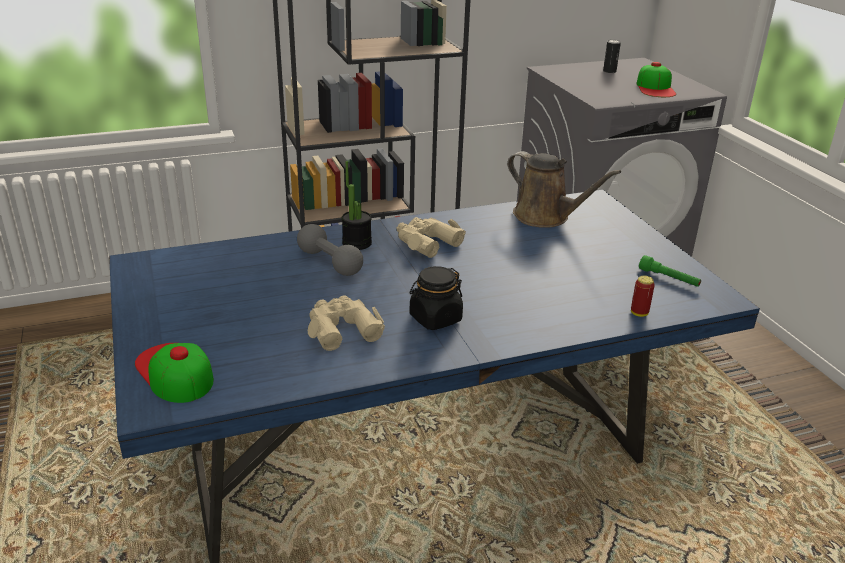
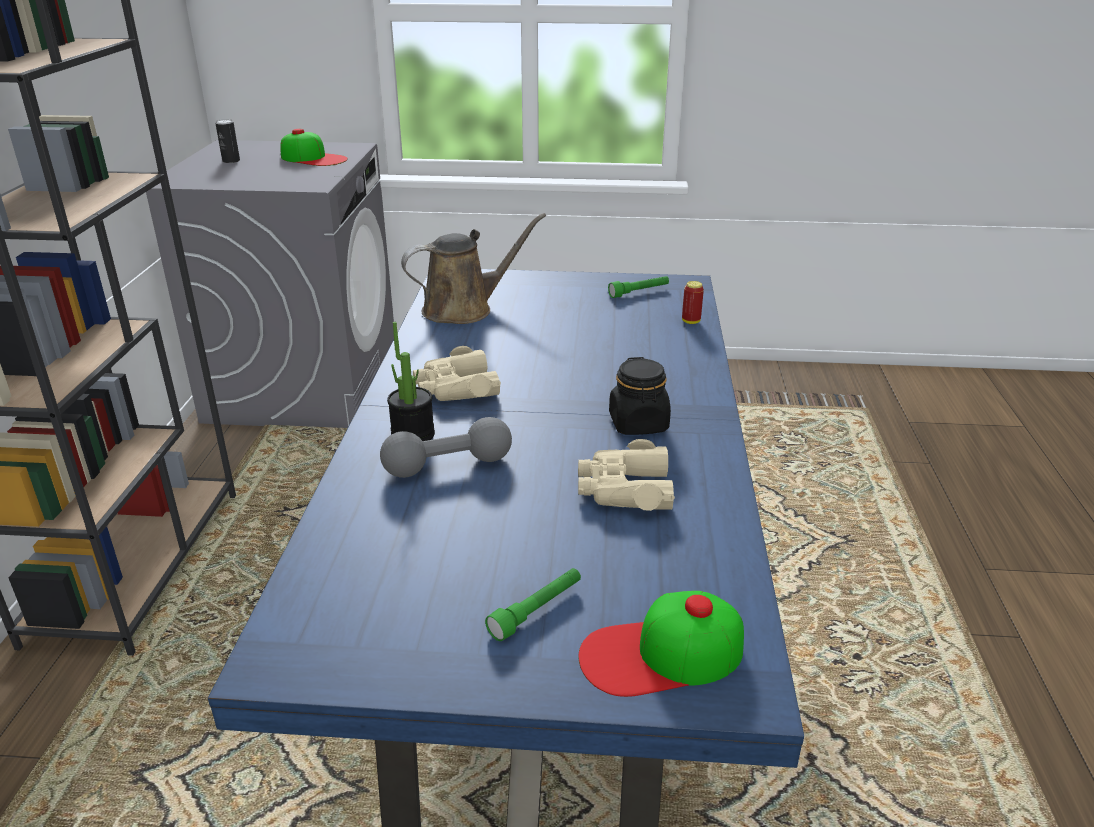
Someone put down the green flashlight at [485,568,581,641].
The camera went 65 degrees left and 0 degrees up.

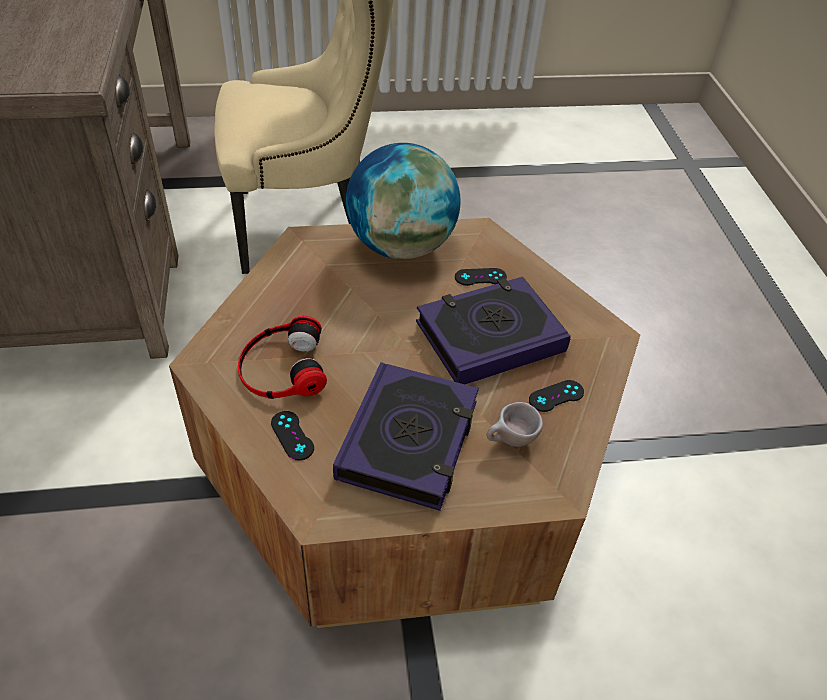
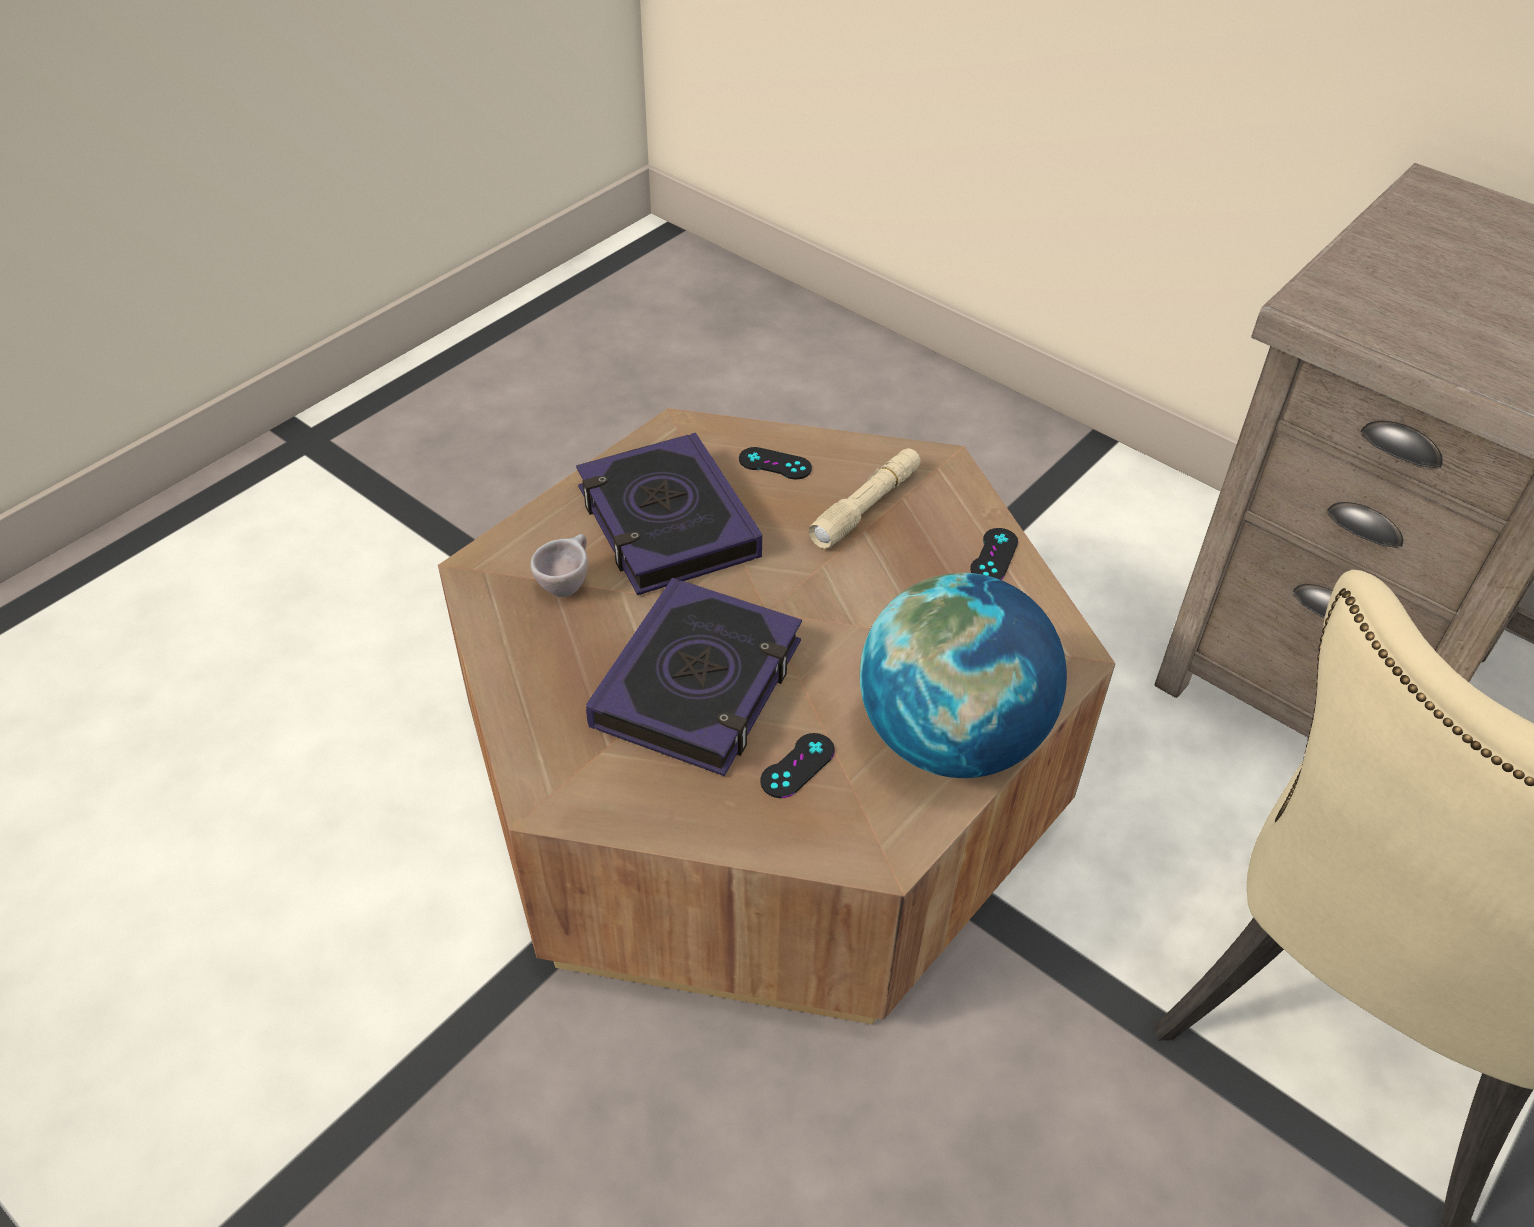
Someone swapped the headphones at [238,316,327,399] for the beige flashlight at [809,448,921,549].
Someone carried the black game controller from [529,380,584,412] to [970,528,1018,580].
The camera went 140 degrees right and 0 degrees up.

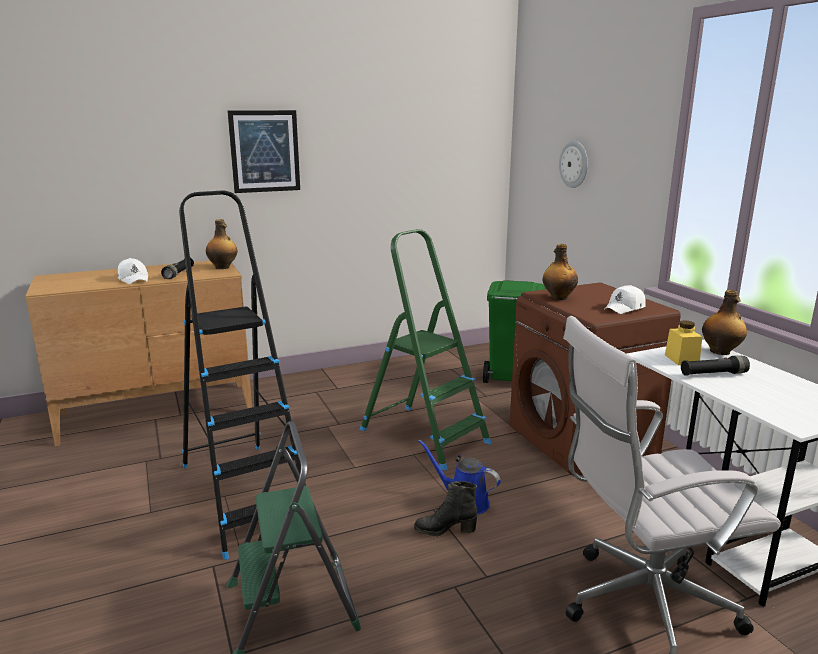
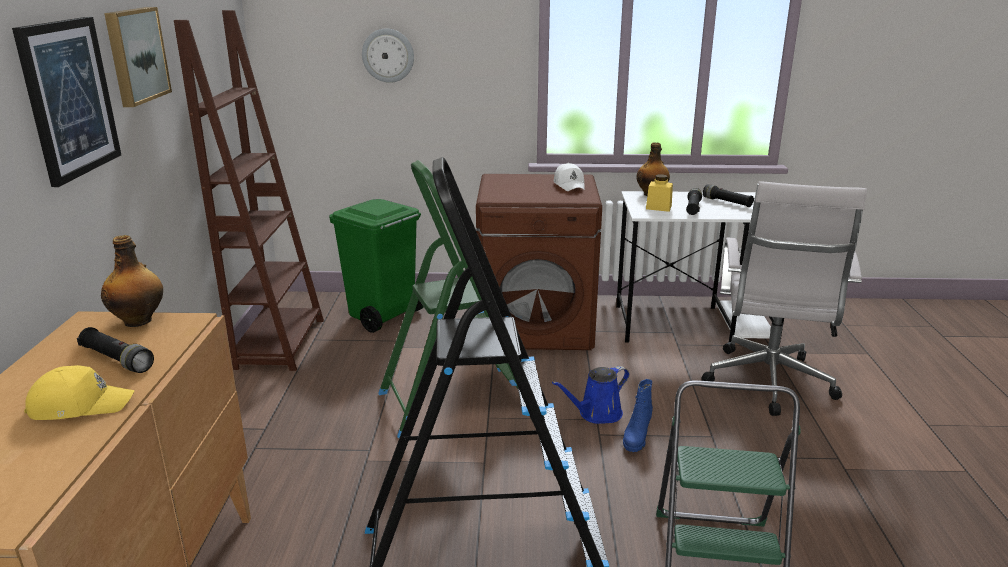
Someone took away the bottle at [543,244,578,300].
Someone repainted the white cap at [118,258,149,284], which became the yellow cap at [24,365,135,420].
Someone repainted the black boot at [414,481,478,536], which became the blue boot at [623,379,653,452].
Someone put up the picture at [104,7,172,107].
Someone put down the brown bookcase at [174,10,324,371].
Someone put down the black flashlight at [703,184,754,207].
The camera went 65 degrees left and 5 degrees up.

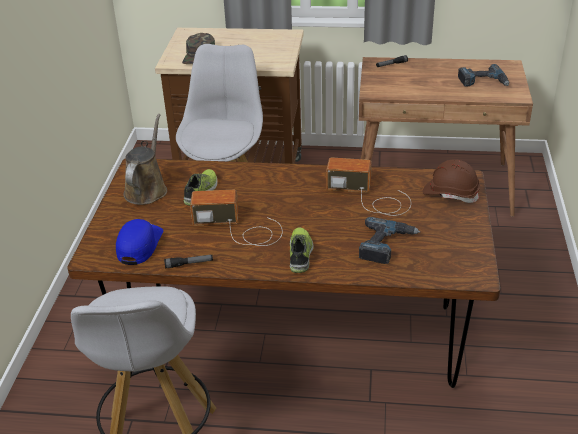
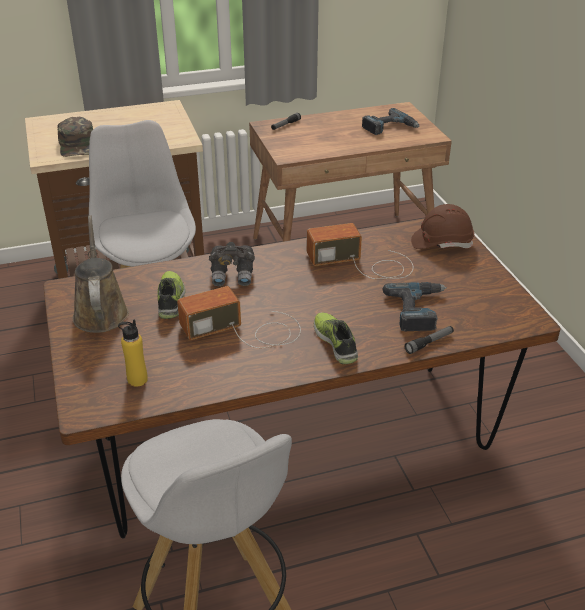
Someone swapped the blue cap at [116,219,163,265] for the yellow bottle at [118,319,148,387].
Someone carried the flashlight from [164,255,213,269] to [404,326,454,354].
Someone put down the grey binoculars at [209,242,255,286].
The camera went 25 degrees left and 0 degrees up.

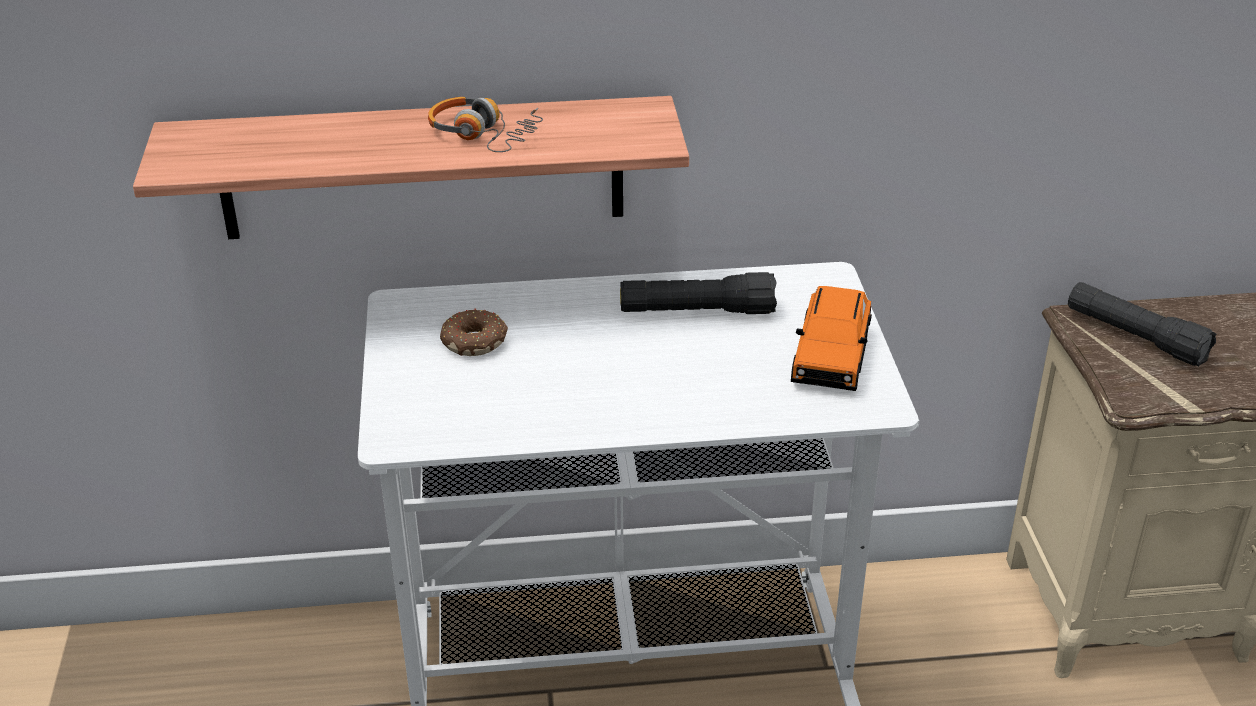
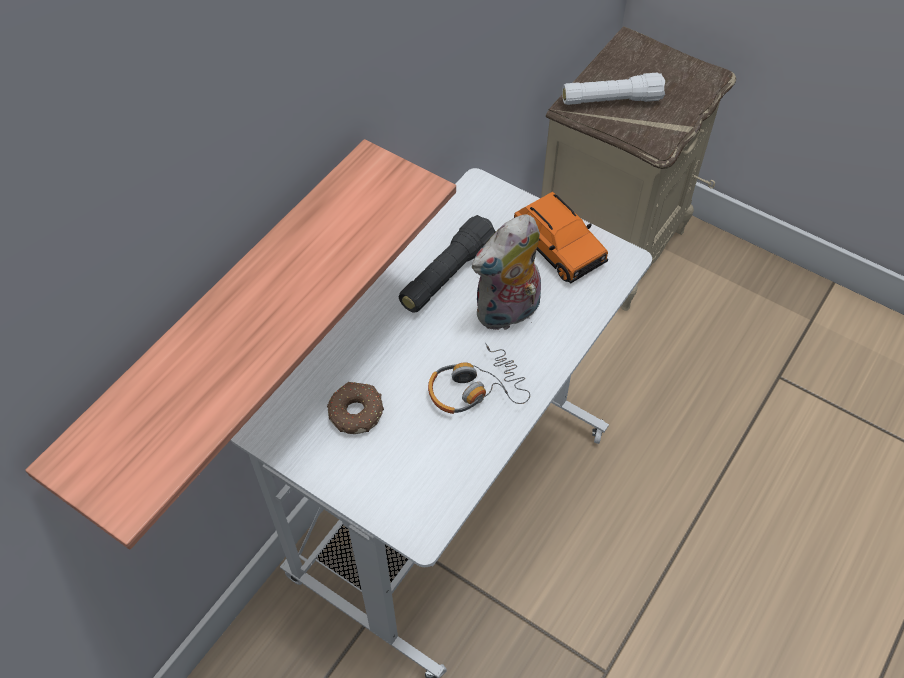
Someone carried the headphones from [428,97,543,152] to [428,343,530,414].
Someone repainted the black flashlight at [1068,282,1216,366], which became the white flashlight at [562,73,665,105].
Someone put down the plush toy at [472,214,541,332].
The camera went 50 degrees left and 20 degrees up.

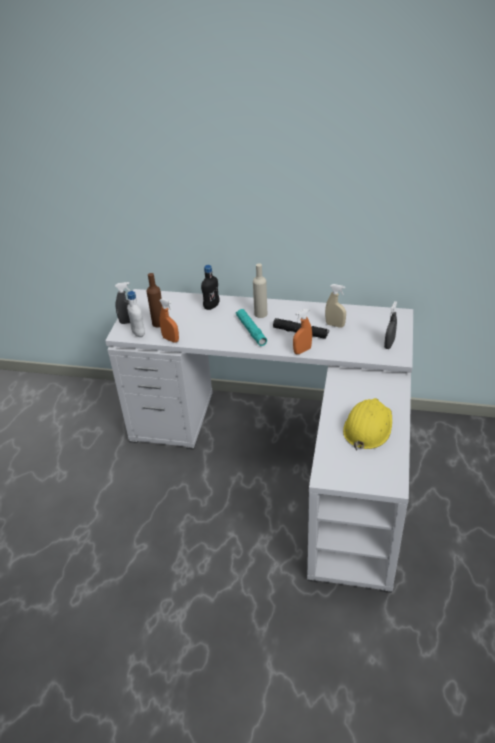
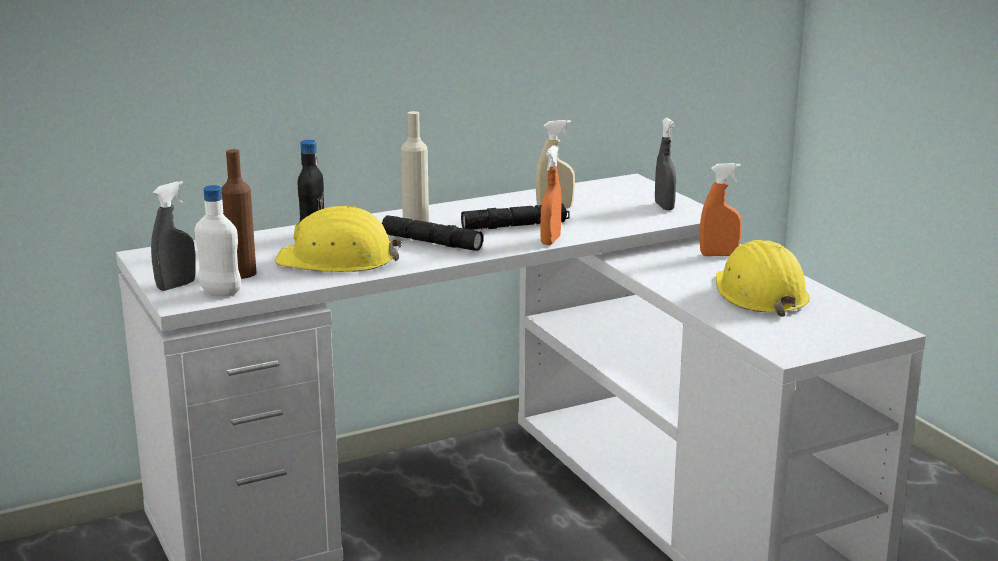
Someone carried the orange spray bottle from [159,298,179,343] to [700,163,742,256].
Someone repainted the turquoise flashlight at [236,309,267,346], which became the black flashlight at [382,215,483,251].
Someone put down the yellow hard hat at [275,206,402,272].
The camera went 40 degrees left and 20 degrees down.

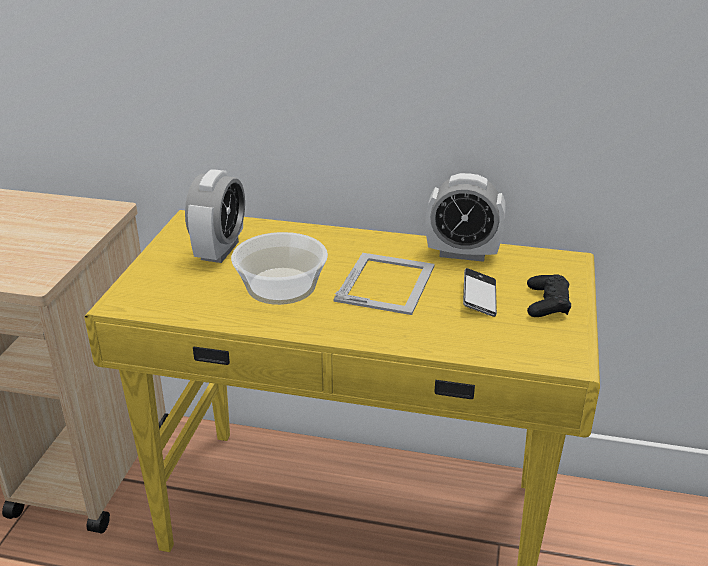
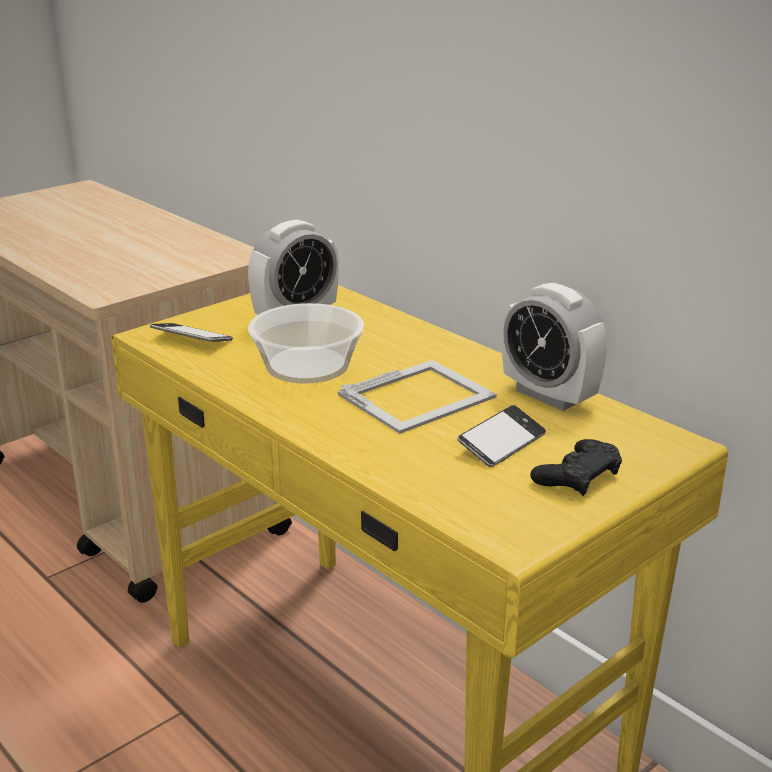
Someone put down the phone at [150,323,233,342].
The camera went 35 degrees right and 5 degrees down.

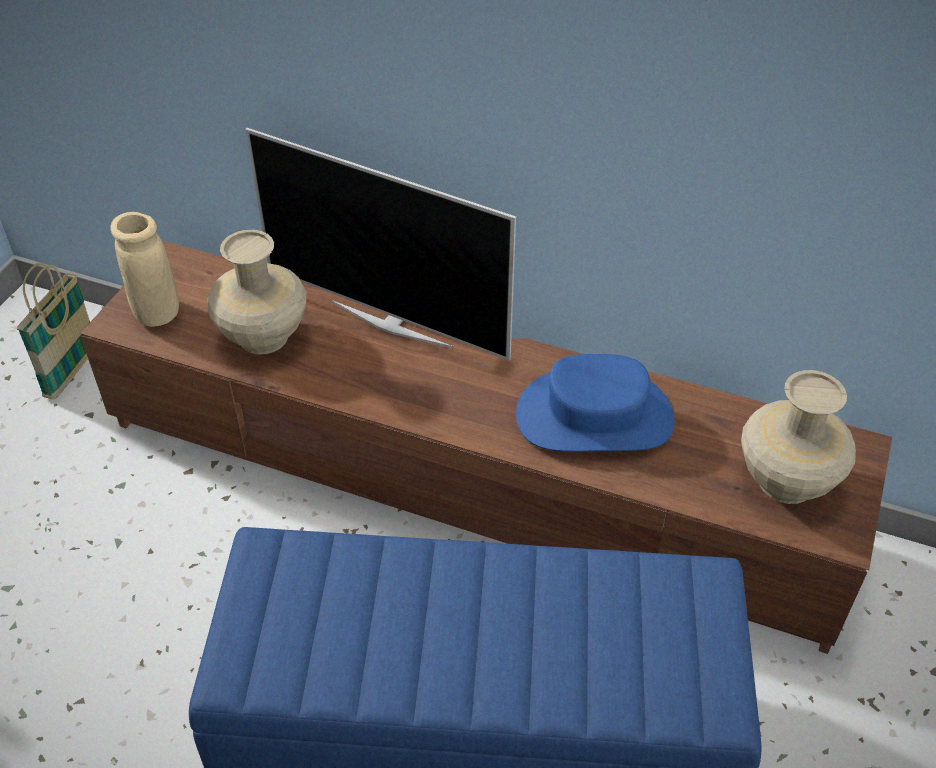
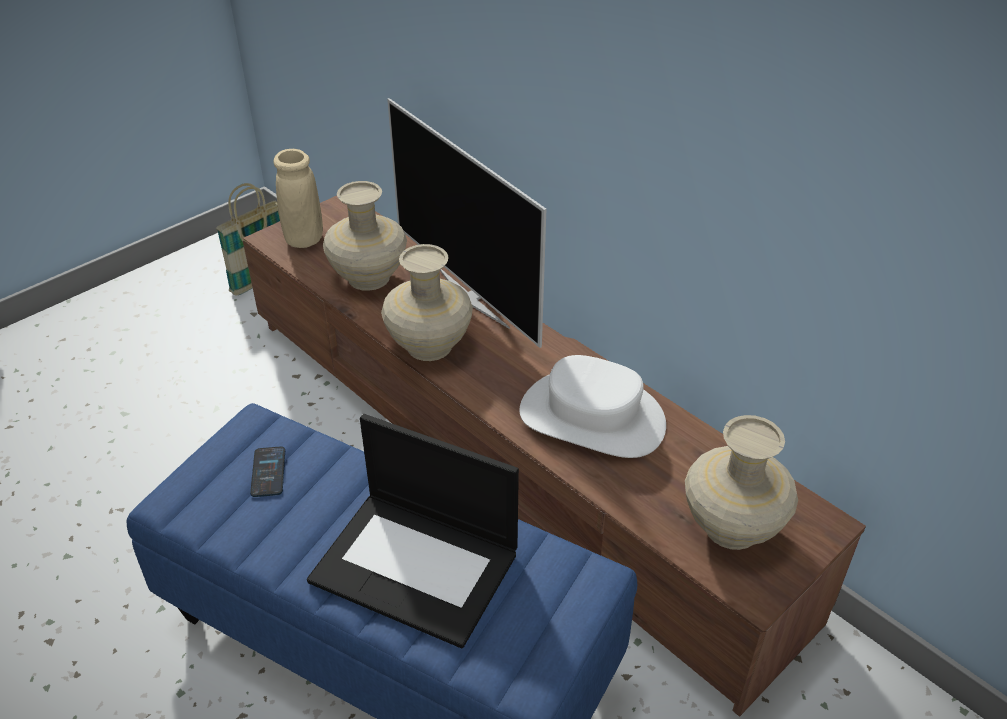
Someone repainted the blue hat at [516,354,675,452], which became the white hat at [520,355,666,458].
Someone put down the beige vase at [381,244,473,361].
Someone put down the laptop at [307,414,519,649].
Someone put down the phone at [250,446,285,497].
The camera went 25 degrees right and 5 degrees down.

